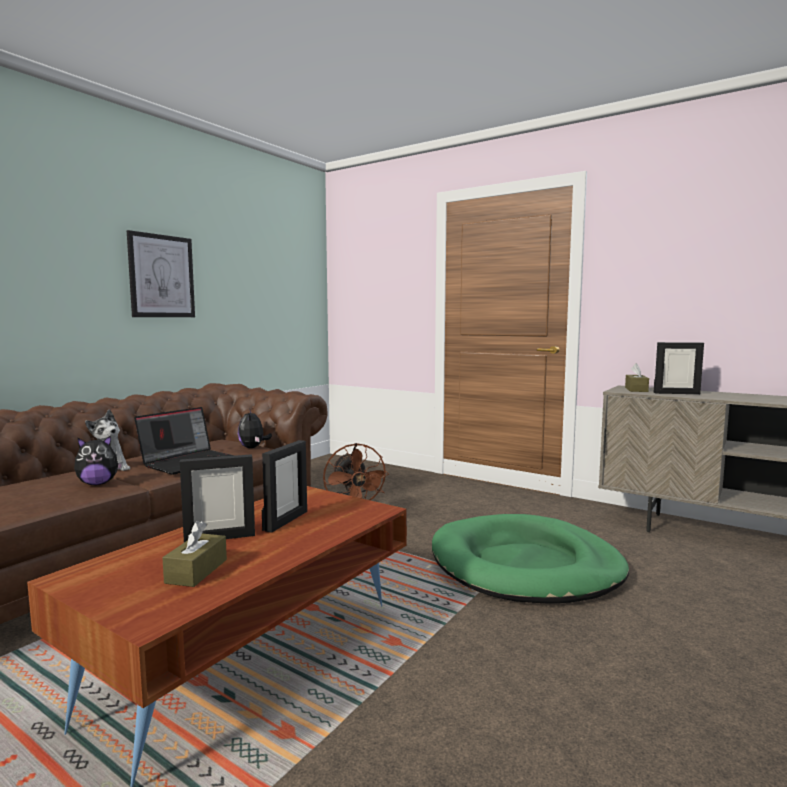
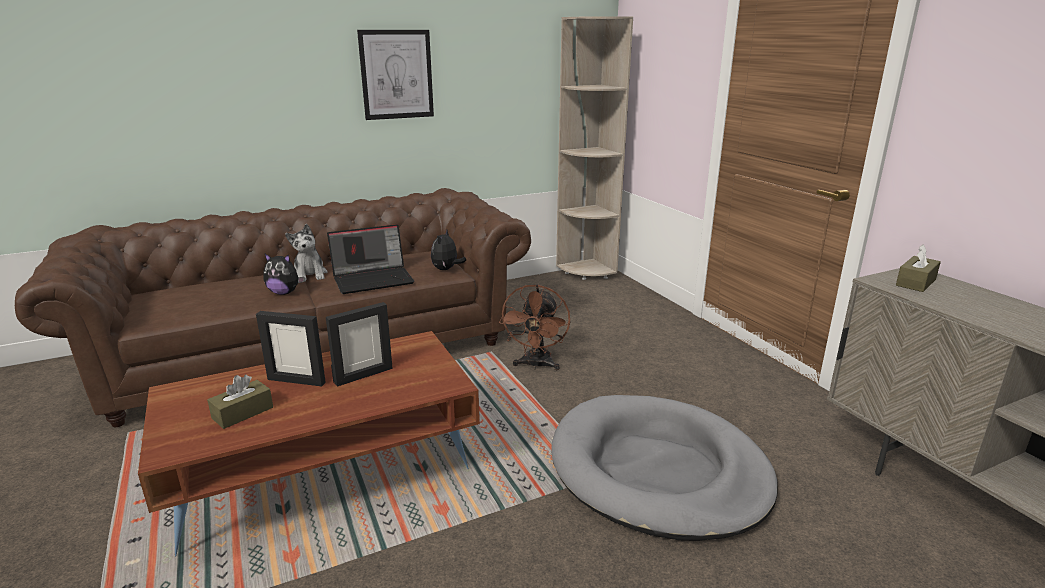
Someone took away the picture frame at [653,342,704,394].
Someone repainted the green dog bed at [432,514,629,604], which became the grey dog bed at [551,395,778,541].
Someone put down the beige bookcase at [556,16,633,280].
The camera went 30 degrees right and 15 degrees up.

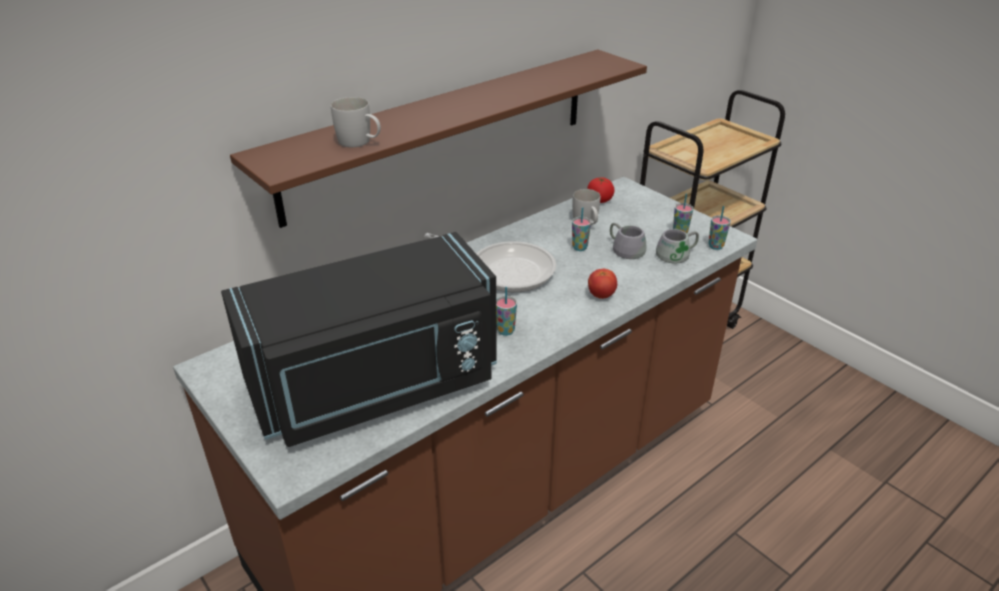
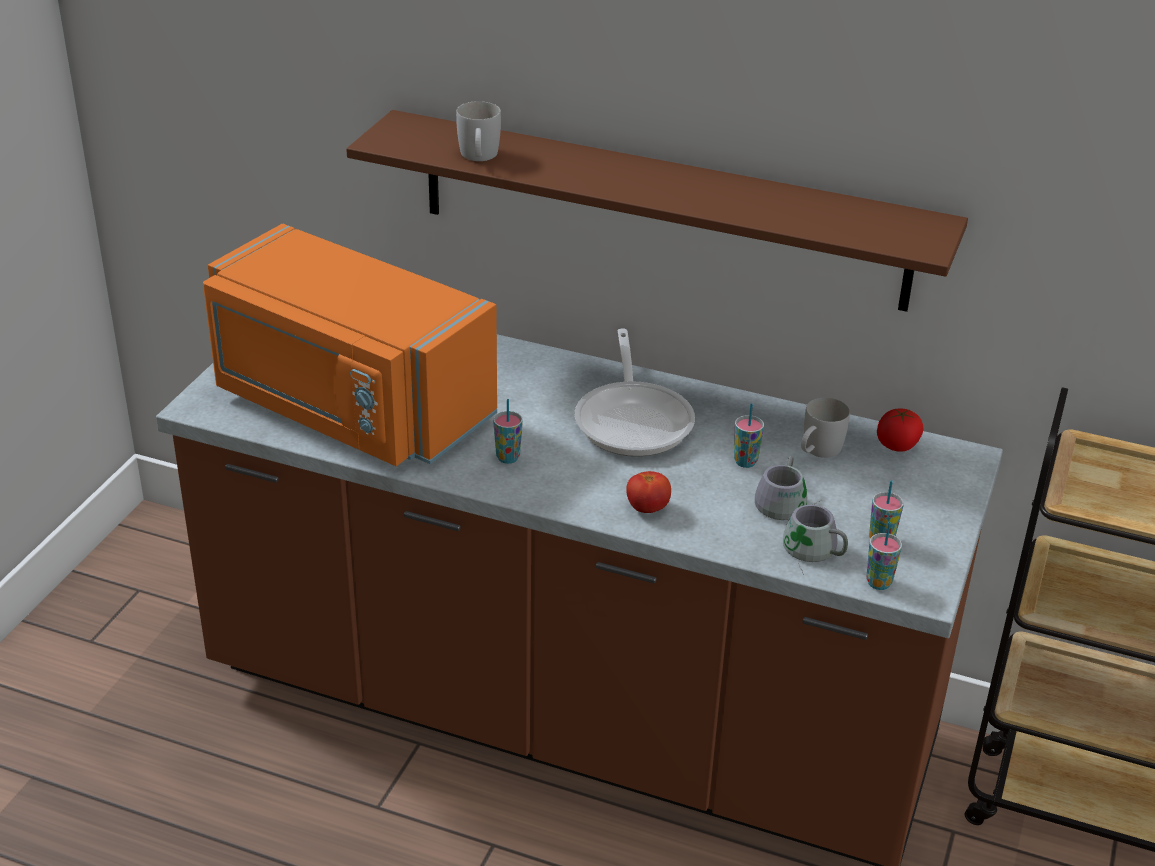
Someone repainted the black microwave at [221,232,497,447], which became the orange microwave at [203,224,497,466].
The camera went 60 degrees right and 0 degrees up.

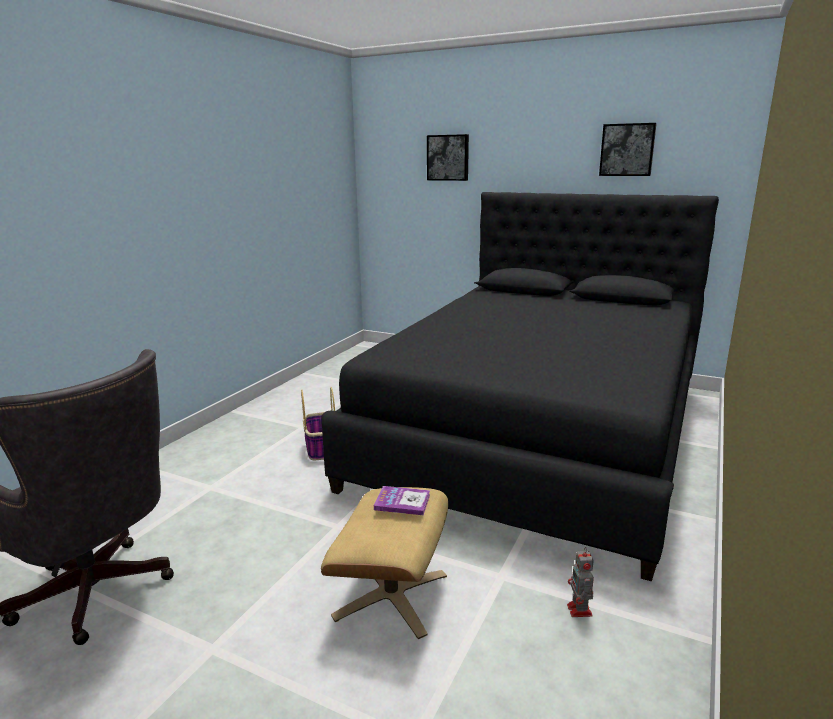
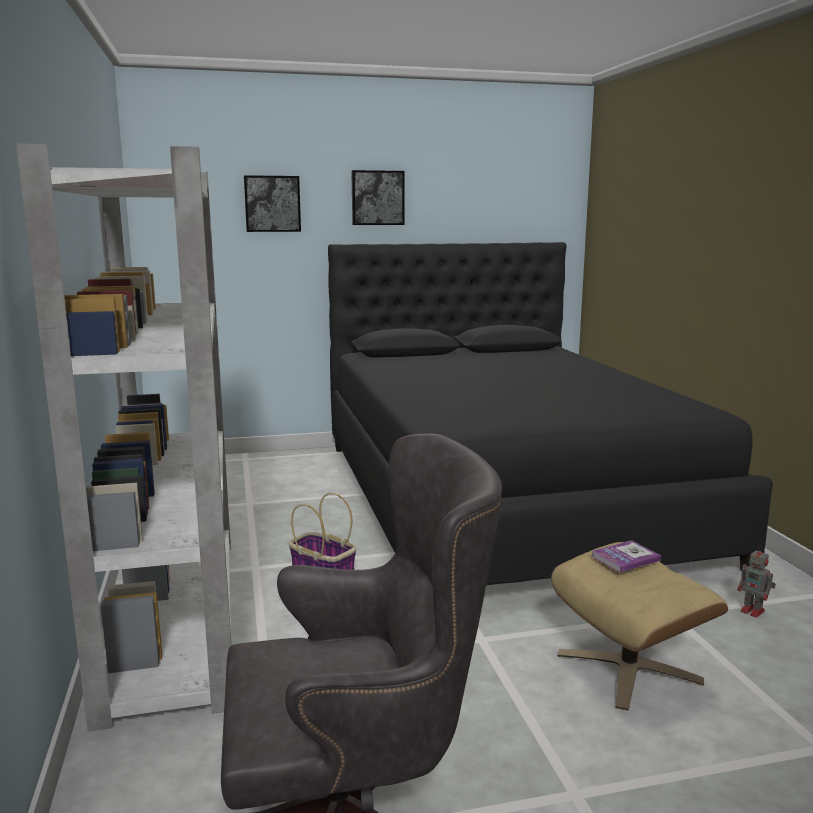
Someone carried the picture from [599,123,657,176] to [351,170,405,225].
Someone put down the white bookcase at [16,143,231,732].
The camera went 40 degrees left and 5 degrees down.

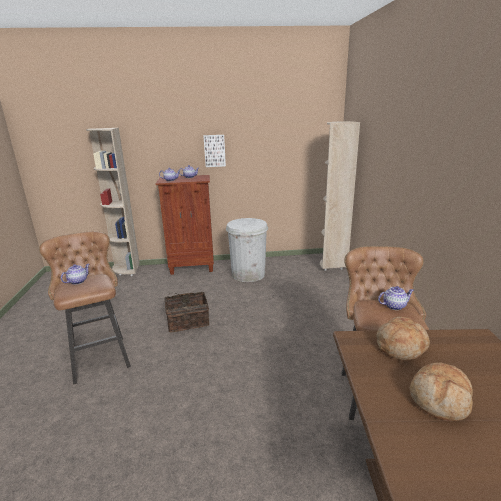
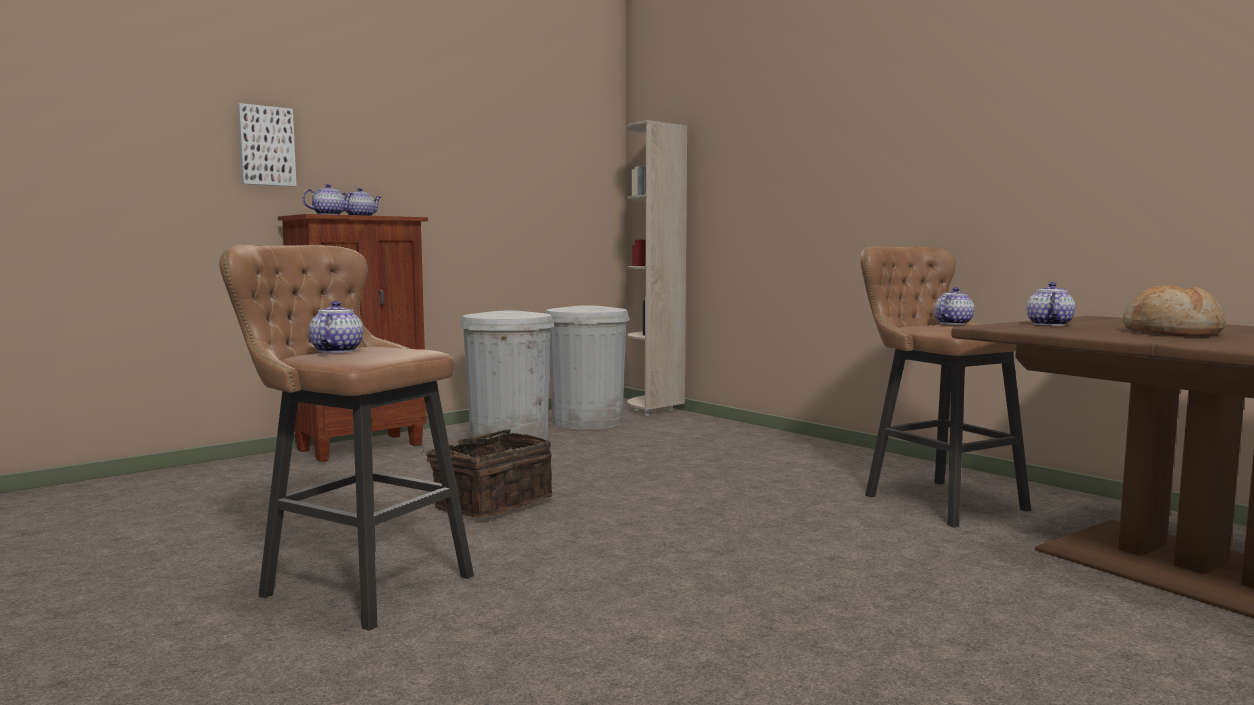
Someone took away the beige bookcase at [86,128,140,276].
Someone carried the picture from [203,135,226,167] to [237,103,297,187].
Someone swapped the bread at [376,317,430,360] for the teapot at [1026,282,1075,326].
Someone put down the white trash can at [546,305,630,429].
The camera went 35 degrees left and 15 degrees down.

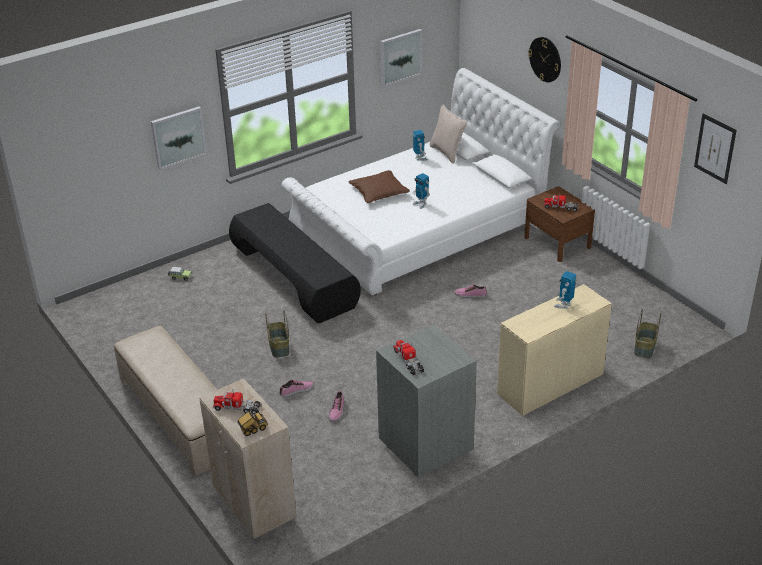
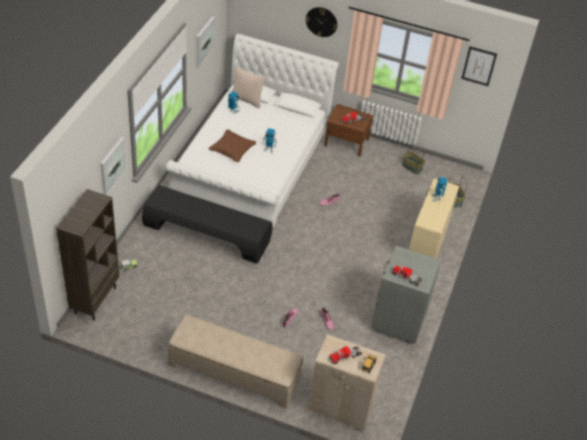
Someone carried the basket from [266,310,290,358] to [402,143,425,174].
Someone put down the brown bookcase at [56,189,119,321].
The camera went 40 degrees left and 10 degrees up.

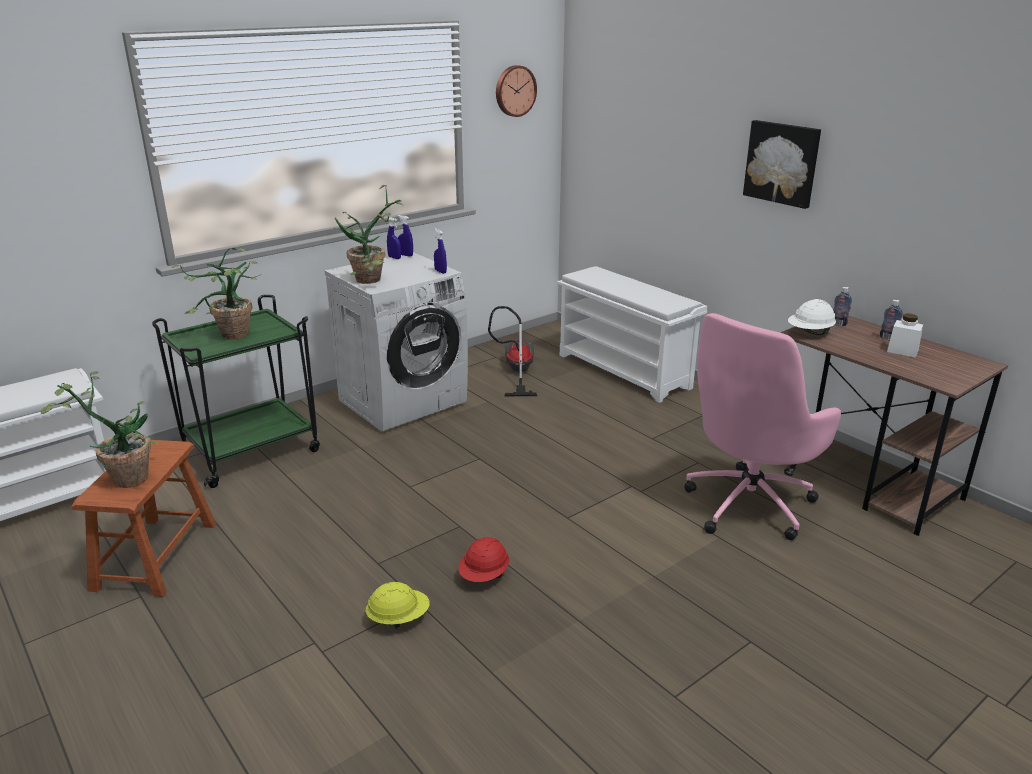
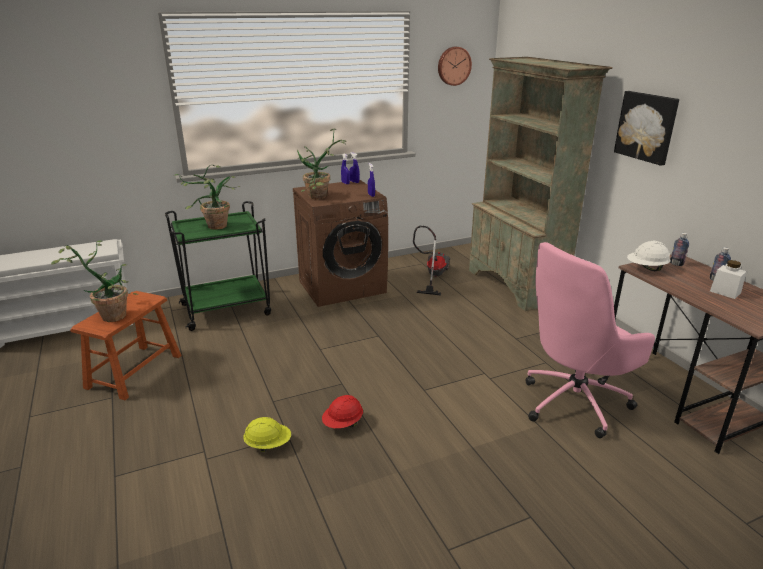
Someone repainted the white washing machine at [324,252,468,431], which became the brown washing machine at [293,180,388,307].
Someone swapped the white shoe rack at [557,266,707,403] for the green bookcase at [469,57,612,311].
The camera went 15 degrees right and 0 degrees up.

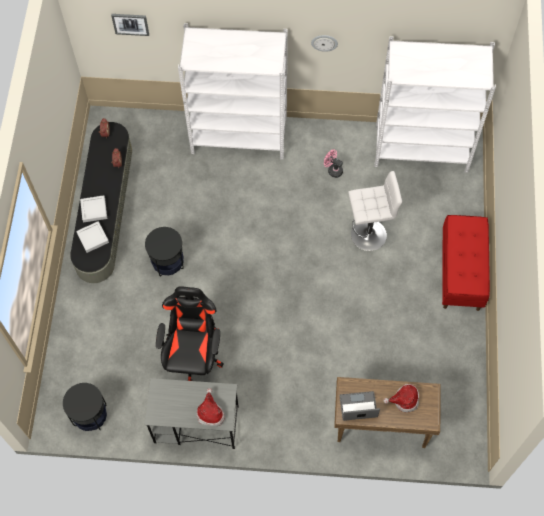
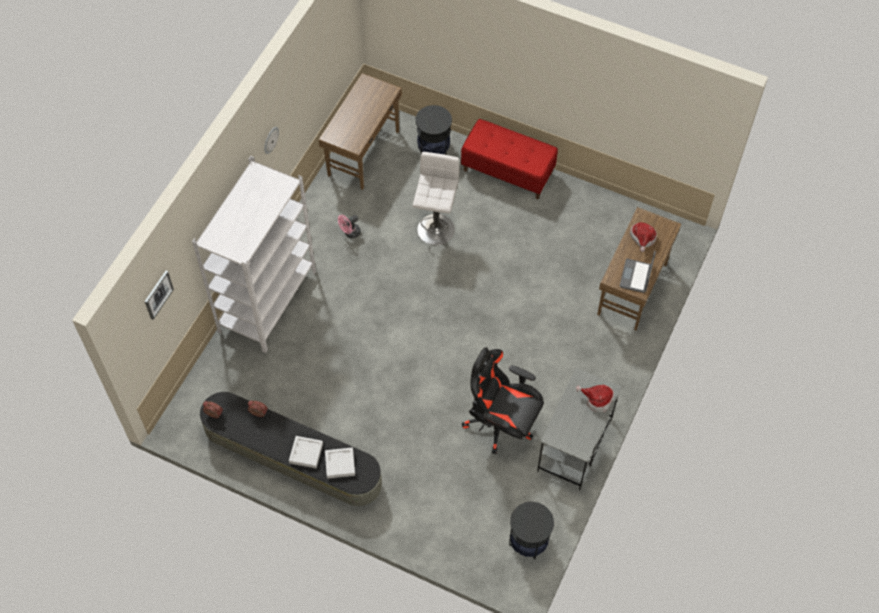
Someone swapped the white bookcase at [374,36,496,173] for the brown console table at [319,73,402,190].
Someone carried the black side table from [145,227,184,277] to [415,105,452,155].
The camera went 70 degrees left and 5 degrees down.

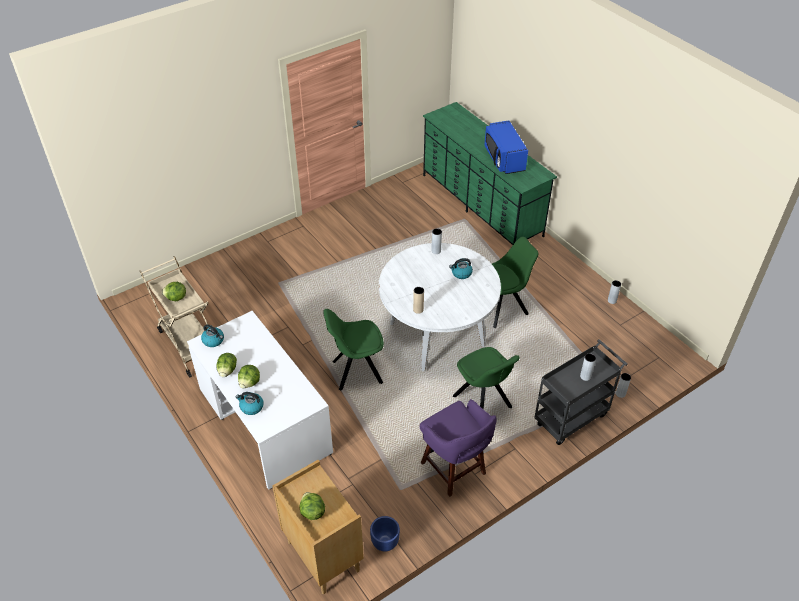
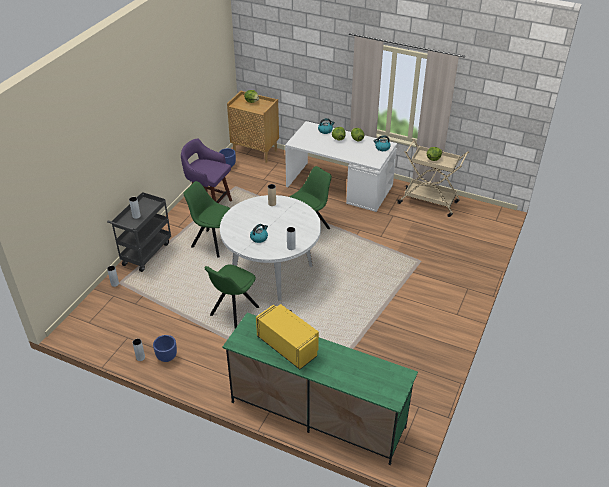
Someone repainted the blue microwave at [484,120,528,174], which became the yellow microwave at [256,304,319,370].
Someone put down the blue planter at [153,335,177,362].
The camera went 150 degrees right and 5 degrees down.

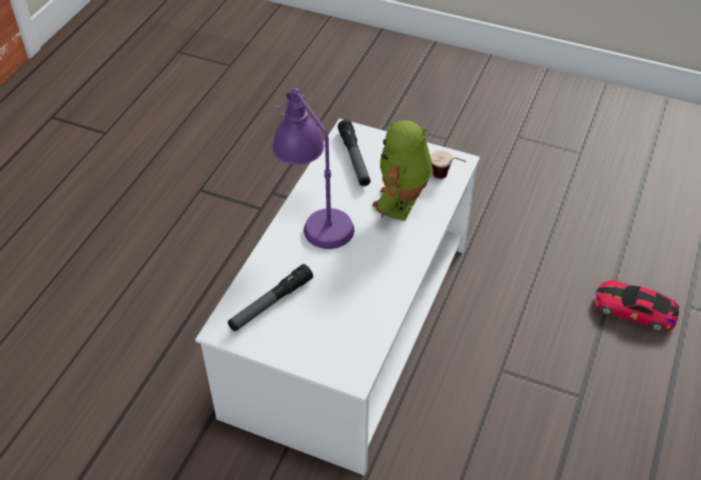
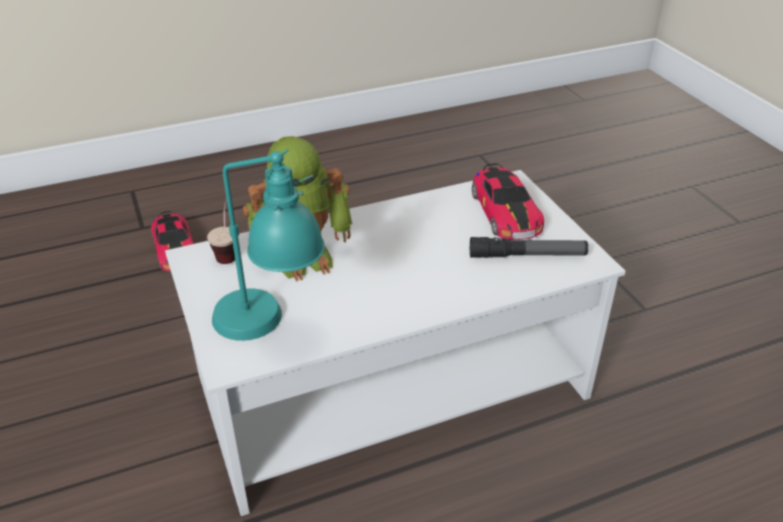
Someone took away the purple table lamp at [272,88,354,249].
Someone swapped the flashlight at [338,120,371,186] for the turquoise table lamp at [212,149,325,341].
Someone put down the toy car at [472,163,544,240].
The camera went 135 degrees left and 10 degrees down.

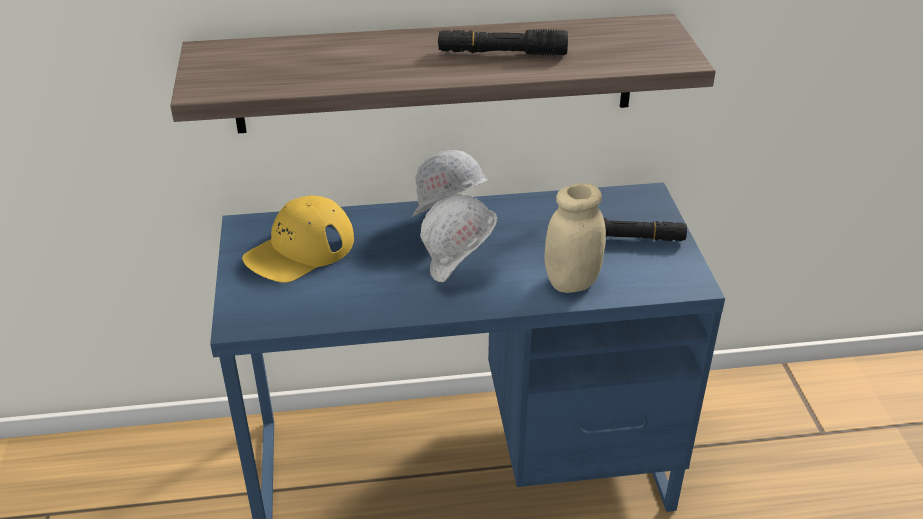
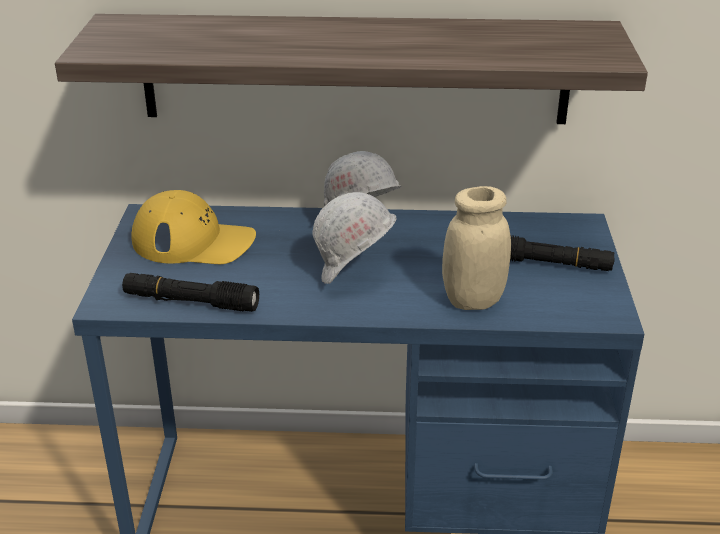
Someone carried the black flashlight from [438,29,568,56] to [122,273,259,312].
Someone rotated the yellow cap at [242,195,354,283] by 135 degrees counterclockwise.
The camera went 10 degrees right and 5 degrees down.

